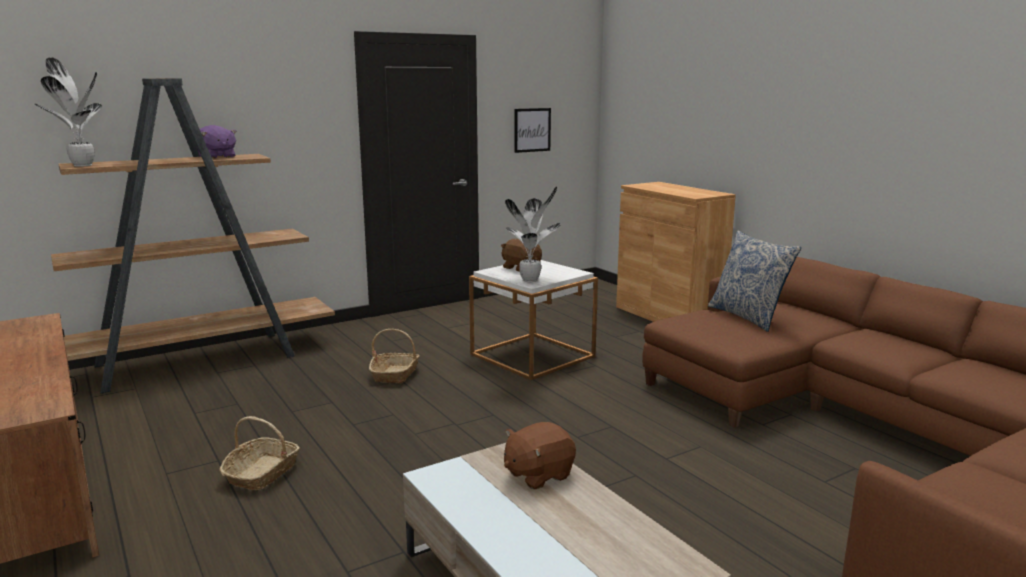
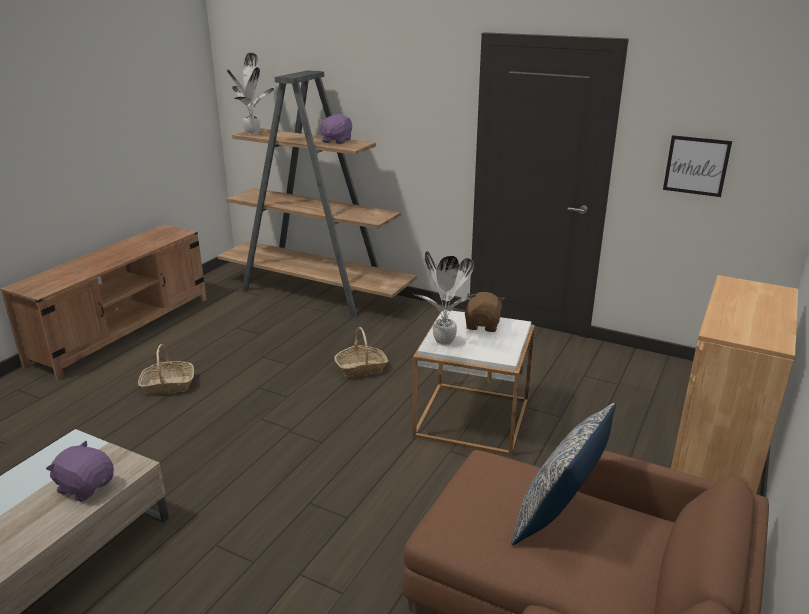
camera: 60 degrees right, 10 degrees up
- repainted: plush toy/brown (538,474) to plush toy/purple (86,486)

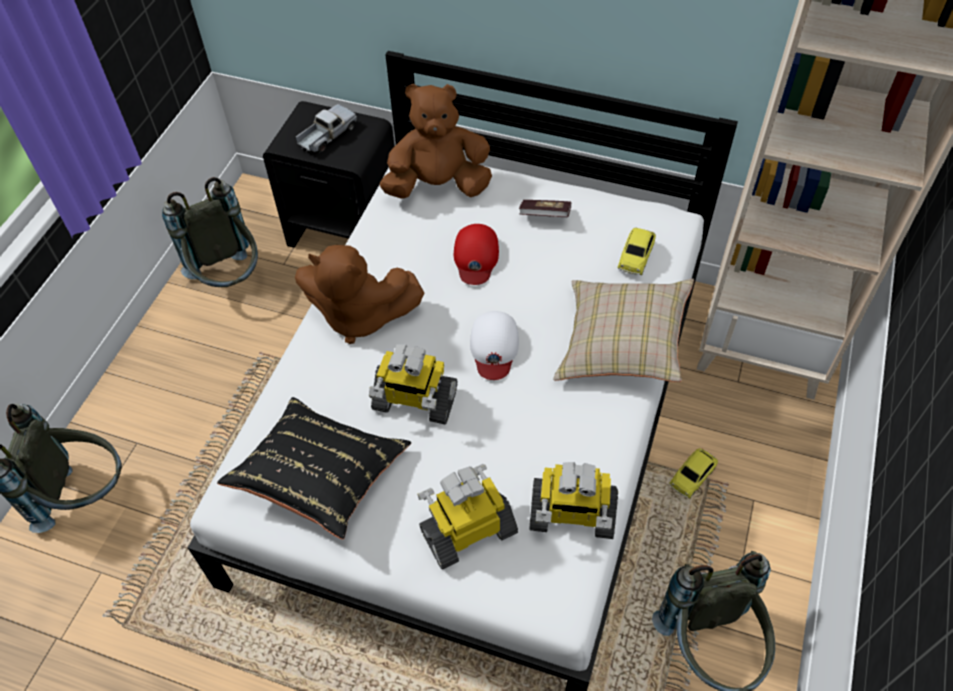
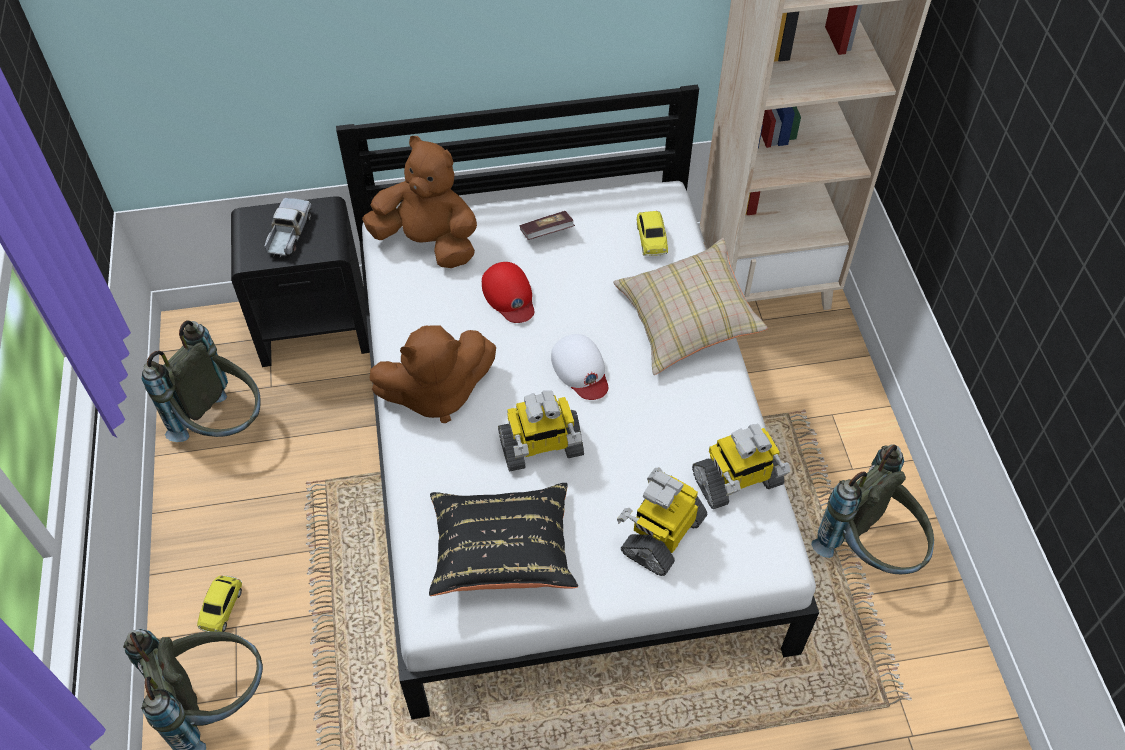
camera: 30 degrees left, 0 degrees up
- rotated: plush toy/brown (438,186) = (428,242) 60 degrees clockwise
- shifted: toy car (692,476) to (222,607)

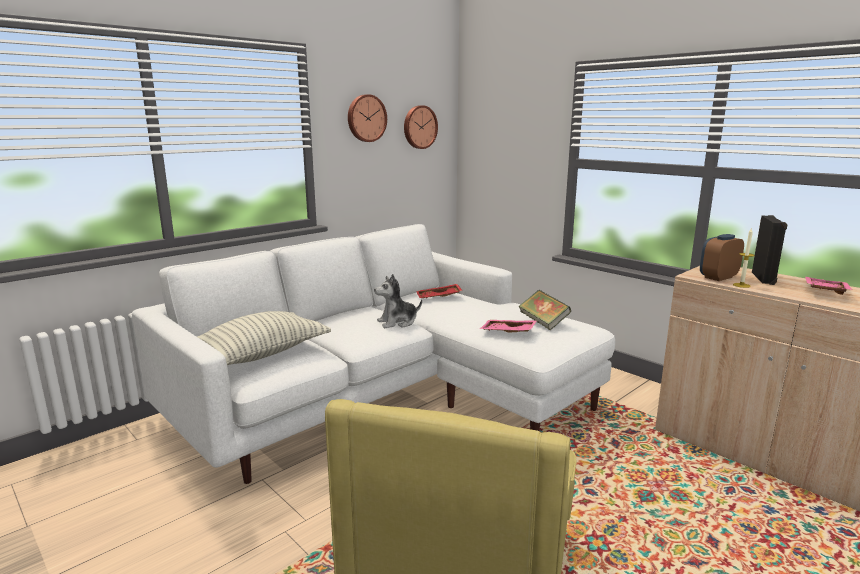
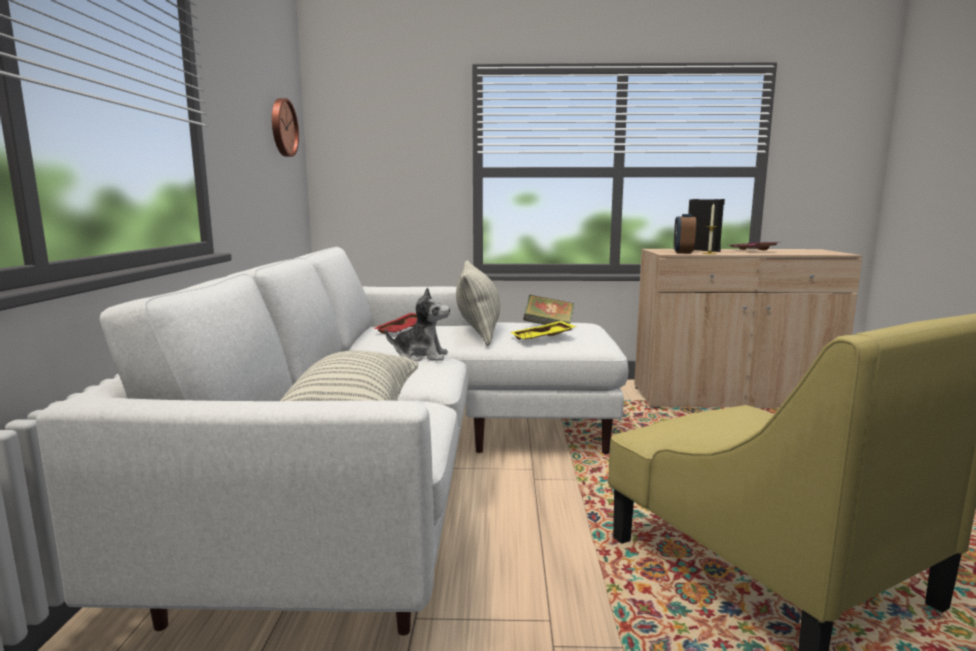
camera: 45 degrees left, 5 degrees down
- gone: wall clock (366,118)
- rotated: plush toy (397,322) = (421,356) 105 degrees counterclockwise
- repainted: tray/pink (507,332) to tray/yellow (543,338)
- new: pillow (478,331)

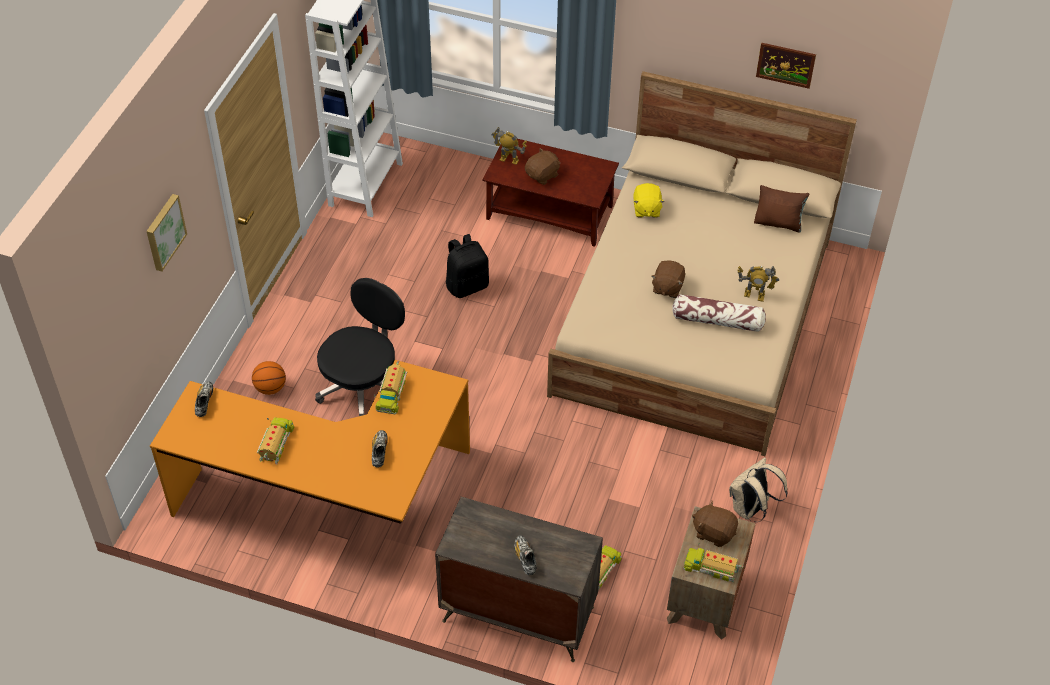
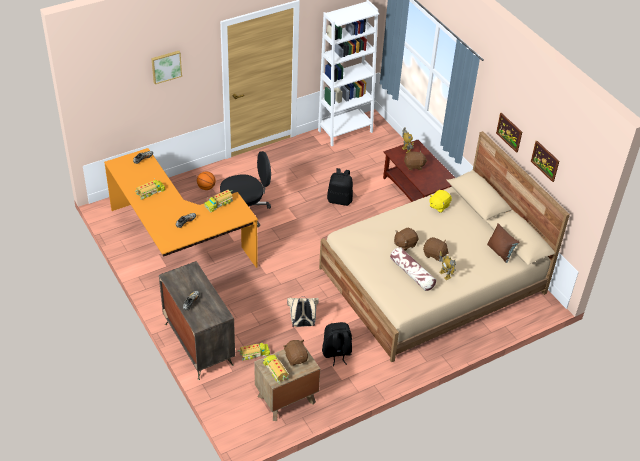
camera: 40 degrees right, 5 degrees down
- shifted: backpack/beige (750,509) to (302,324)
- new: picture (509,132)
- new: plush toy/brown (434,254)
- new: backpack/black (336,353)

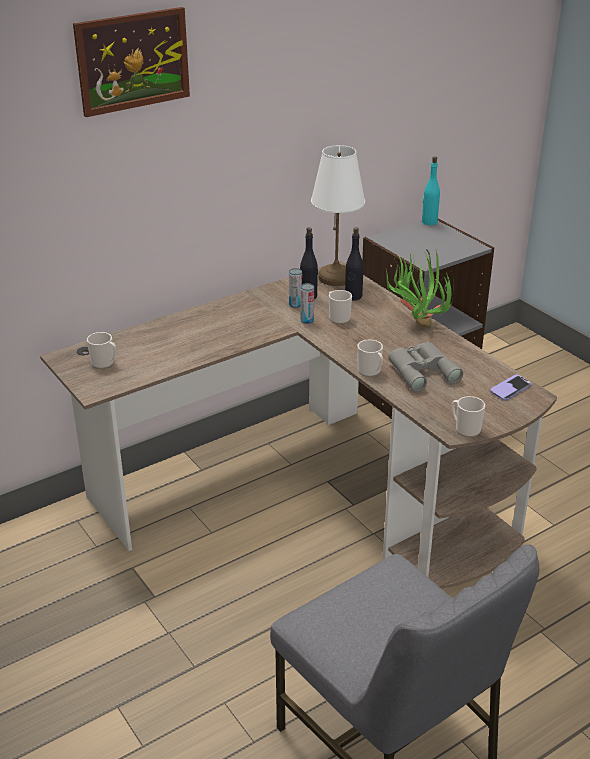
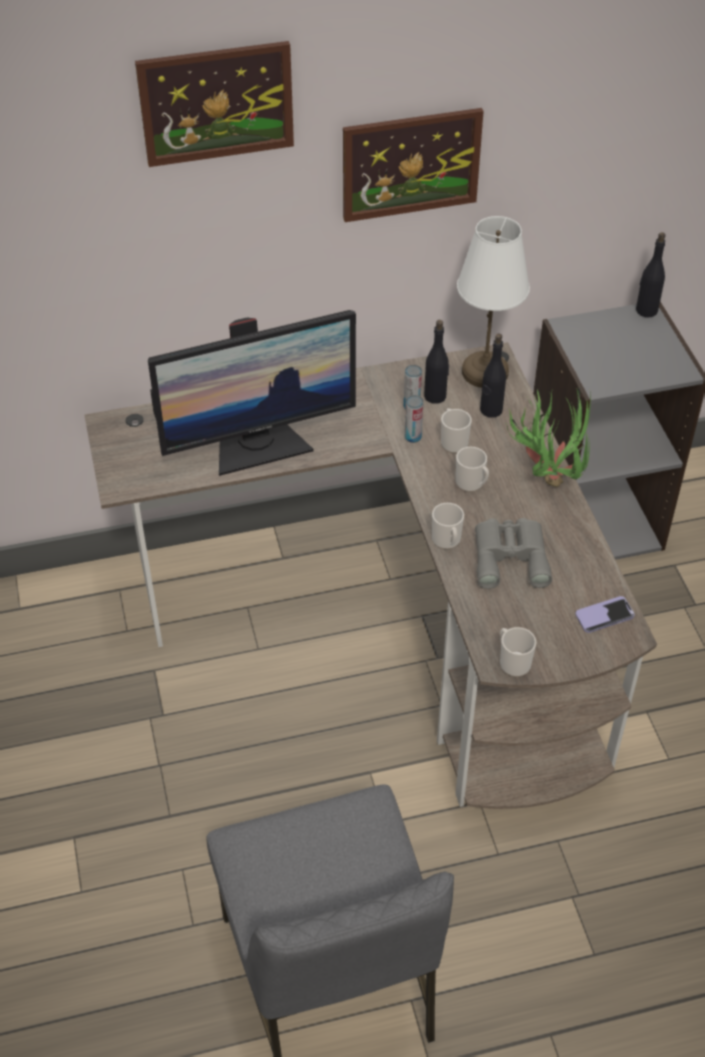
camera: 20 degrees right, 15 degrees up
- repainted: bottle/turquoise (429,222) to bottle/black (646,310)
- shifted: mug (104,363) to (472,484)
- new: picture (411,164)
- new: monitor (258,446)

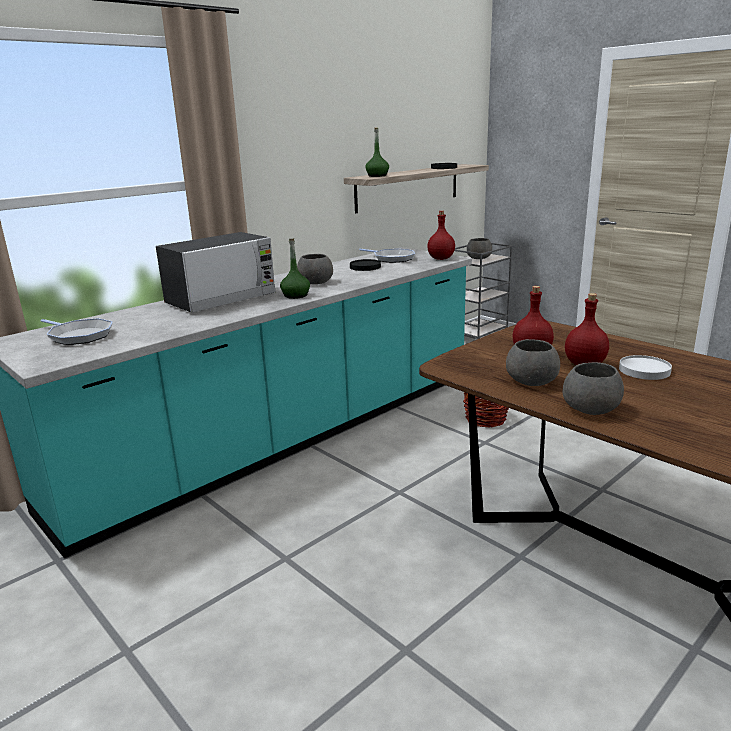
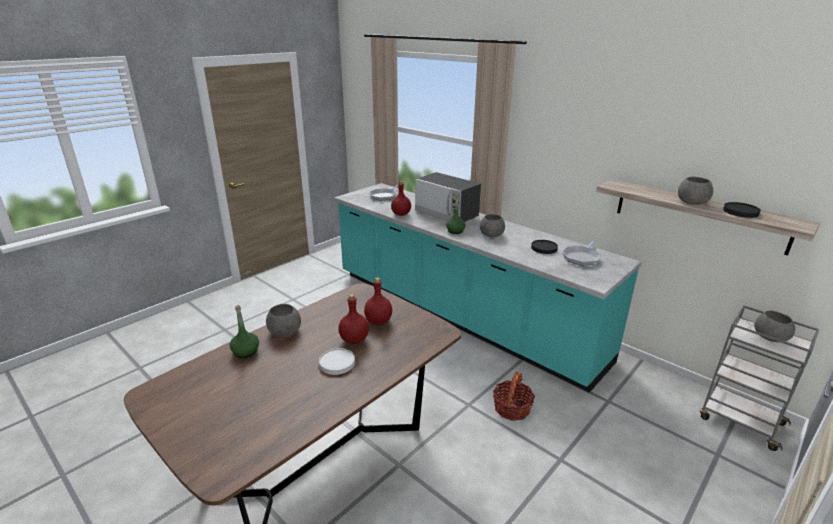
camera: 85 degrees right, 5 degrees up
- shifted: bottle/green (377,175) to (245,352)
- shifted: bottle/red (440,258) to (401,214)
- shifted: bowl/grey (532,381) to (692,202)

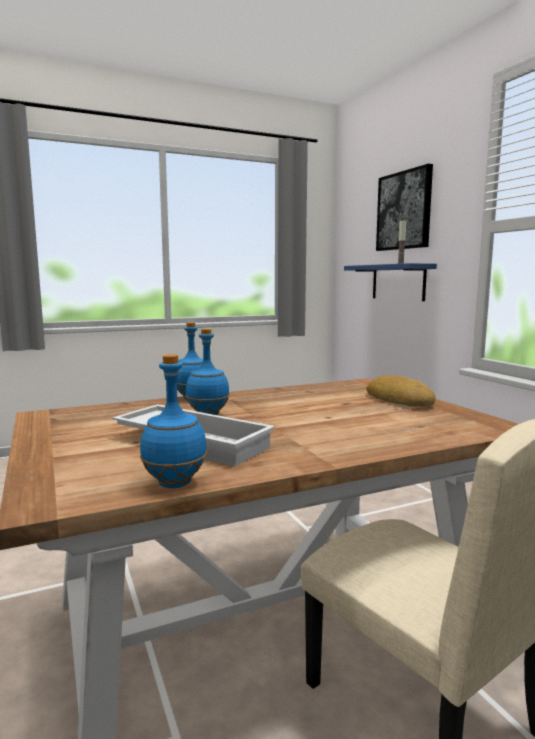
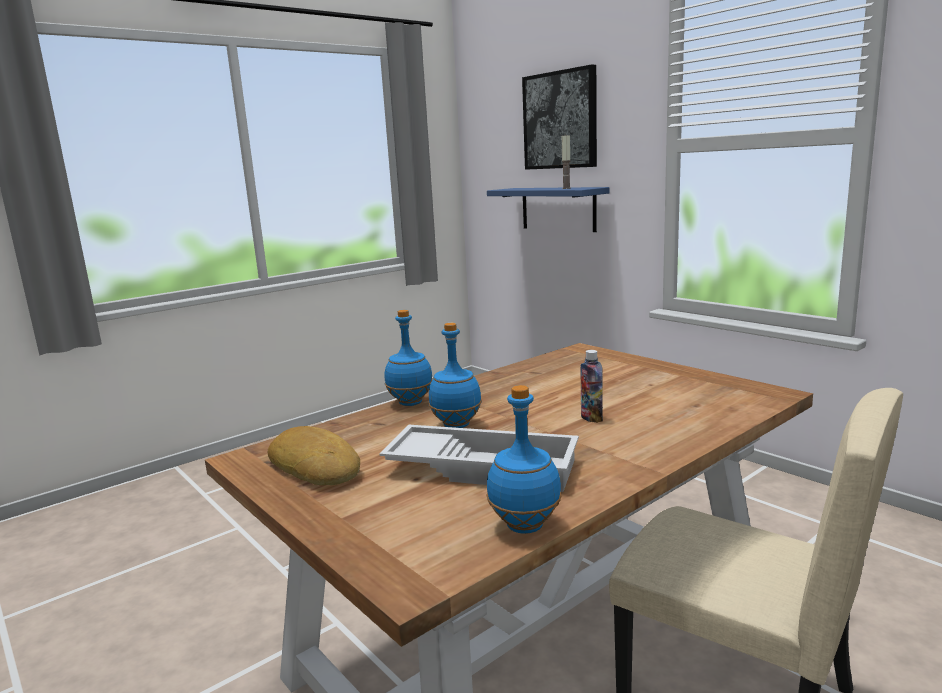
camera: 15 degrees left, 5 degrees up
- shifted: bread (400,399) to (317,466)
- new: bottle (591,418)

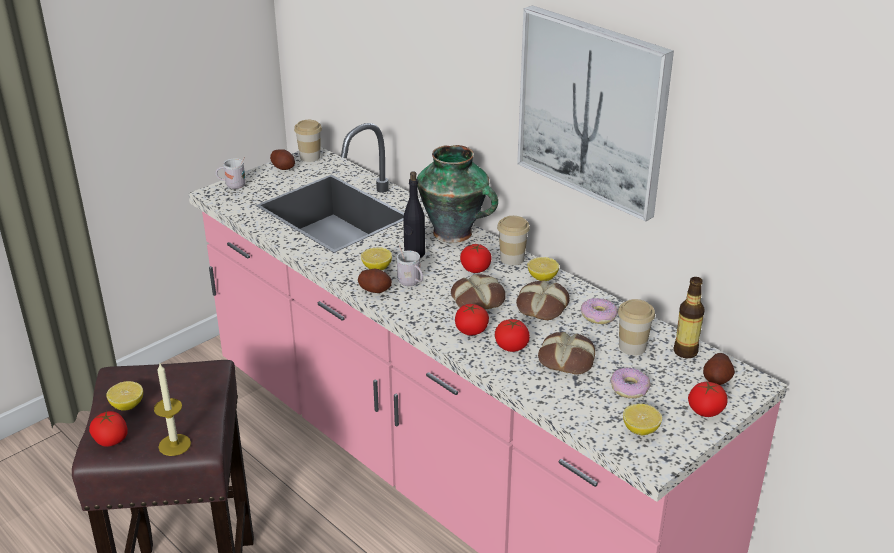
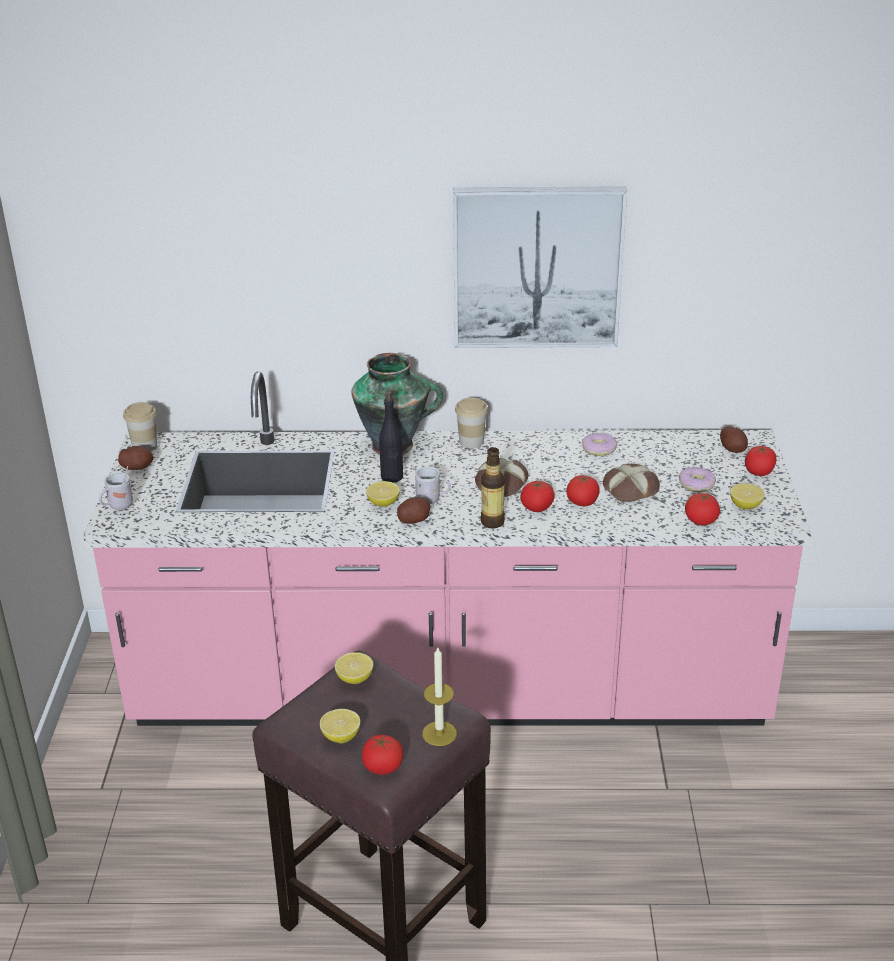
camera: 45 degrees left, 0 degrees up
- shifted: tomato (475,269) to (701,521)
- shifted: lemon (542,278) to (354,678)
- shifted: bottle (685,352) to (492,522)
- gone: bread (541,306)
- gone: cup (632,347)

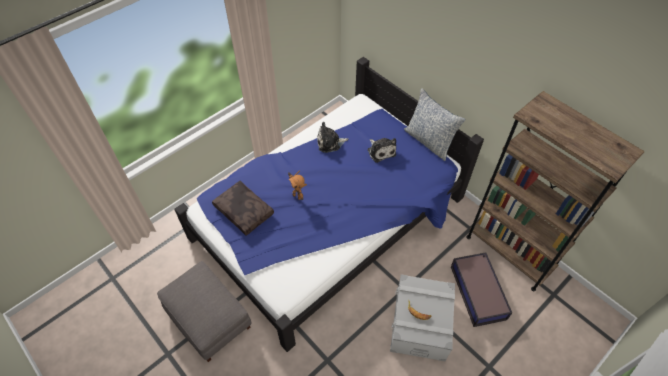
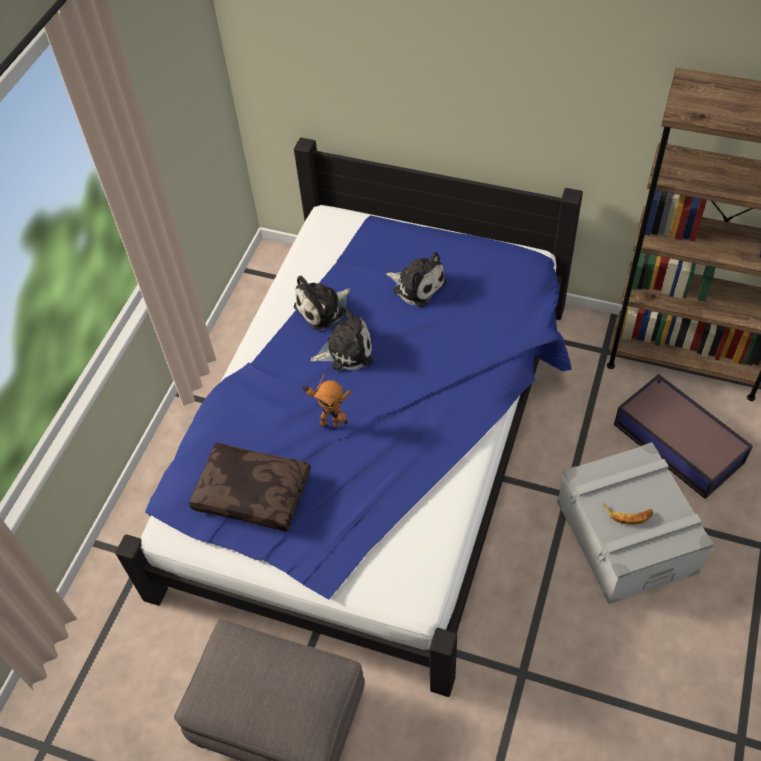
camera: 25 degrees left, 0 degrees up
- gone: pillow (429,141)
- new: plush toy (346,351)

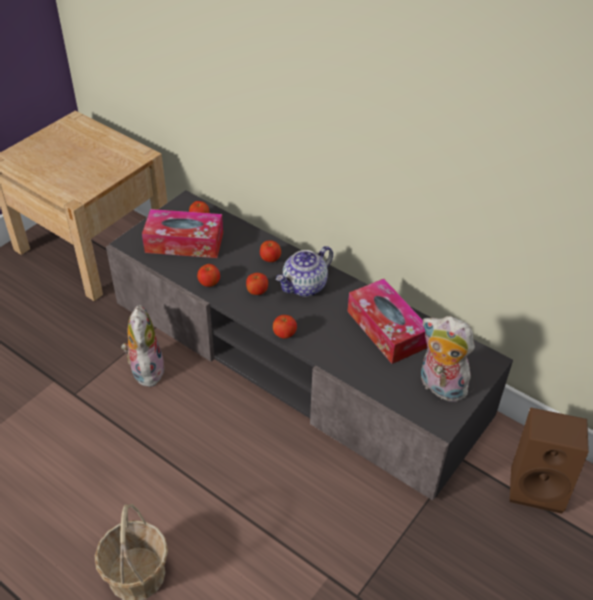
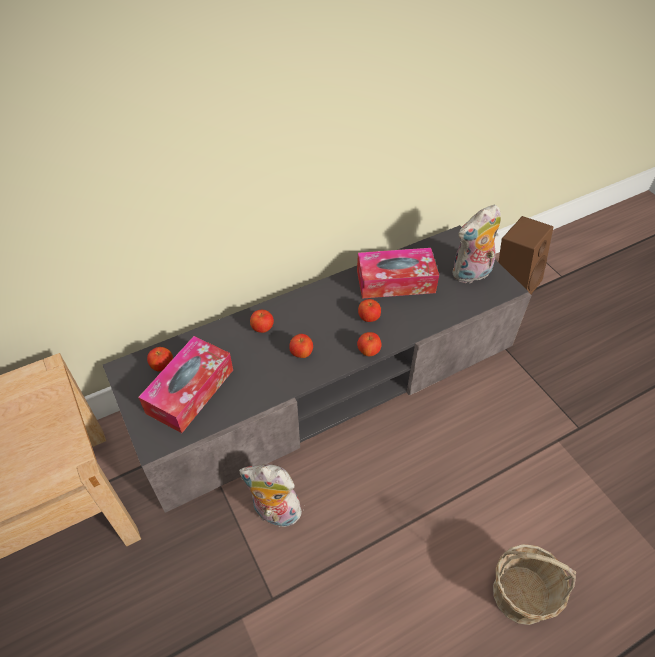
camera: 65 degrees left, 5 degrees up
- gone: teapot (304,286)
- shifted: apple (209,283) to (369,318)

